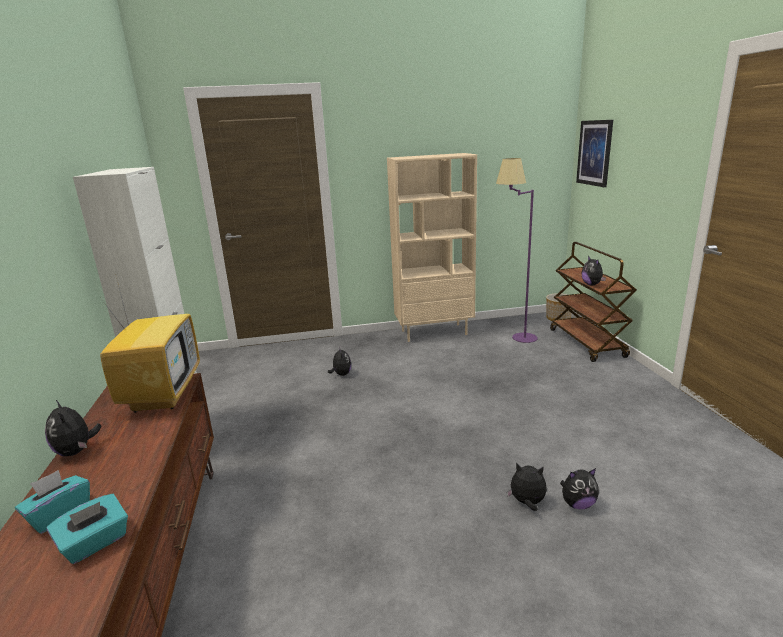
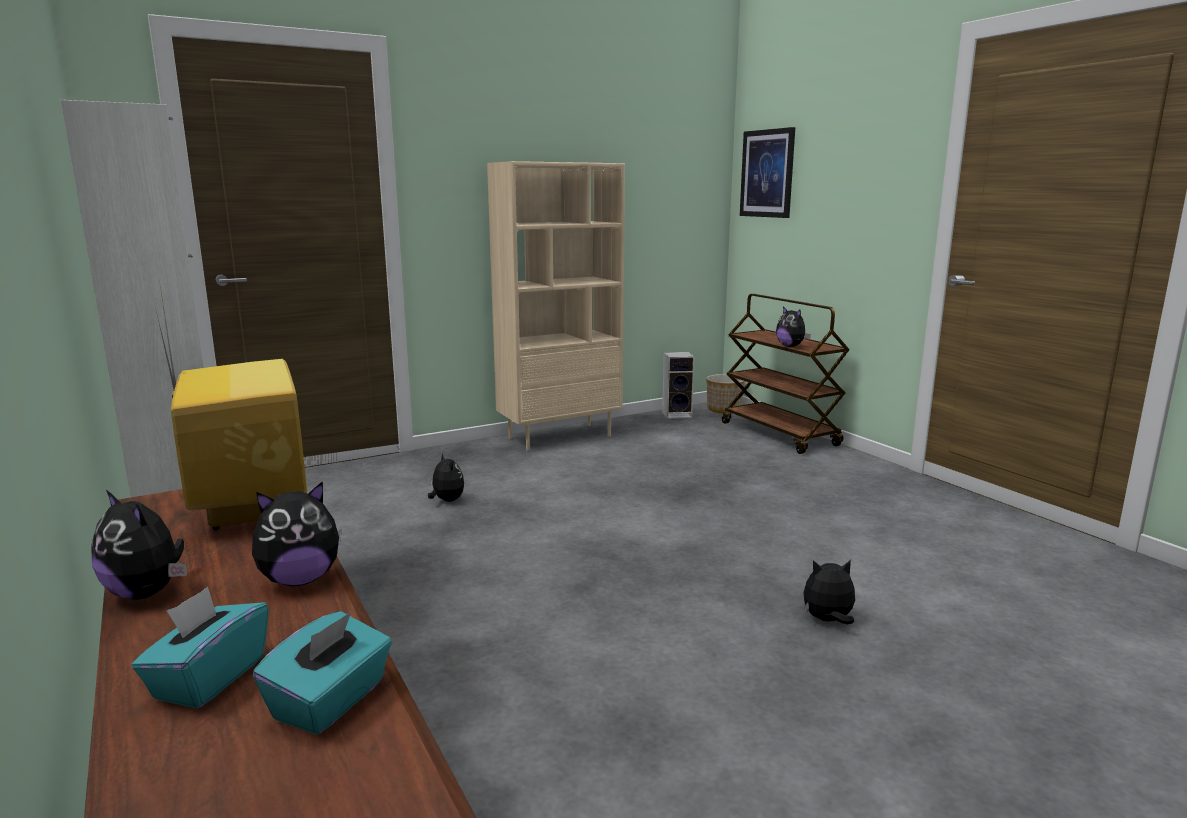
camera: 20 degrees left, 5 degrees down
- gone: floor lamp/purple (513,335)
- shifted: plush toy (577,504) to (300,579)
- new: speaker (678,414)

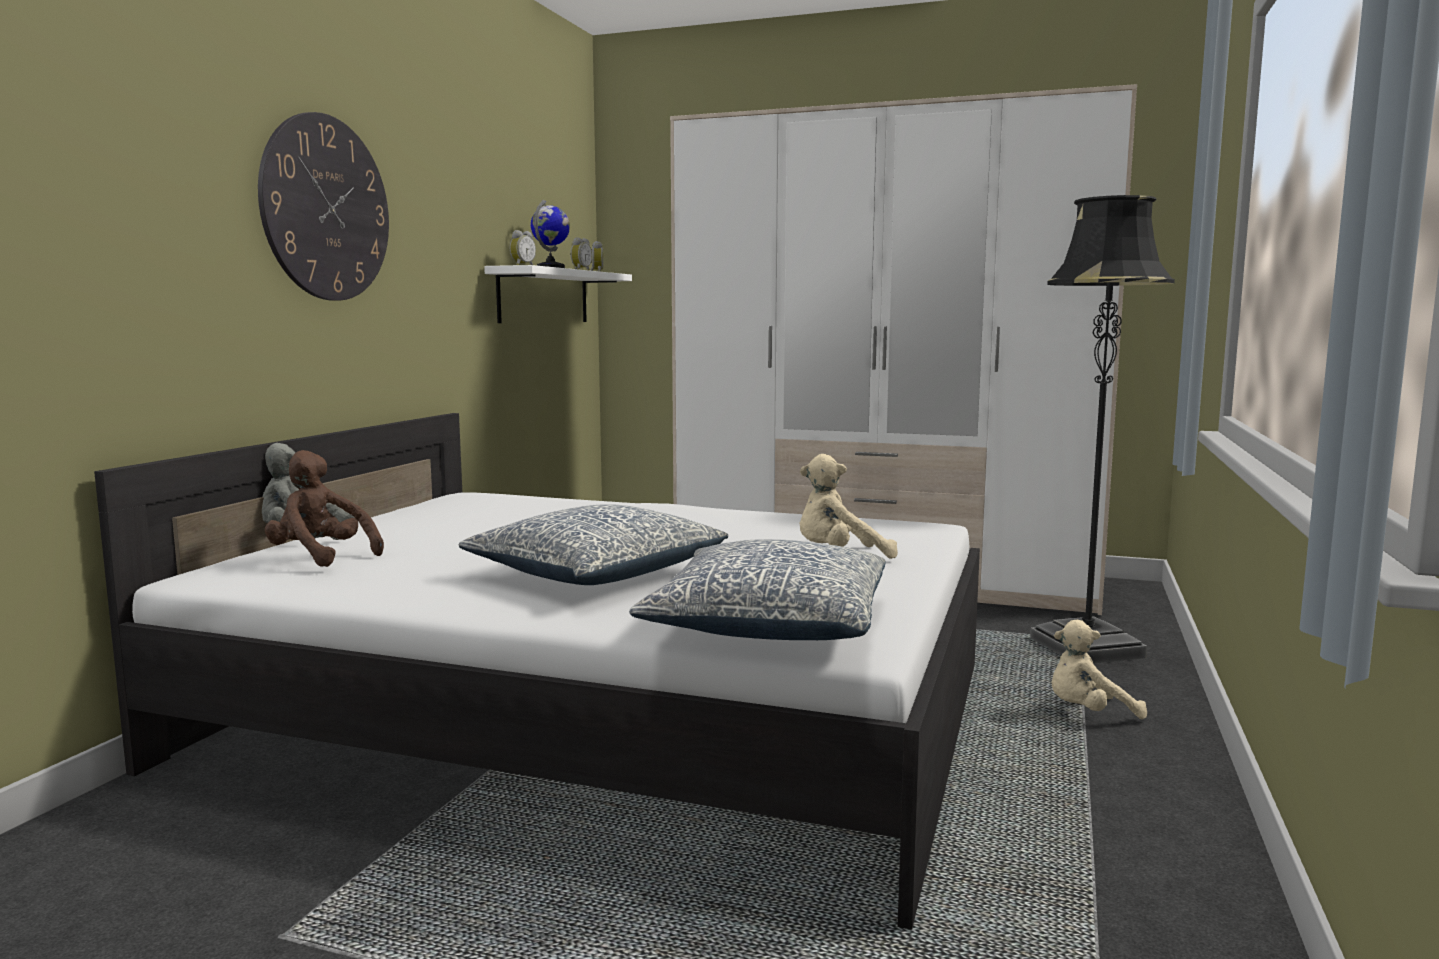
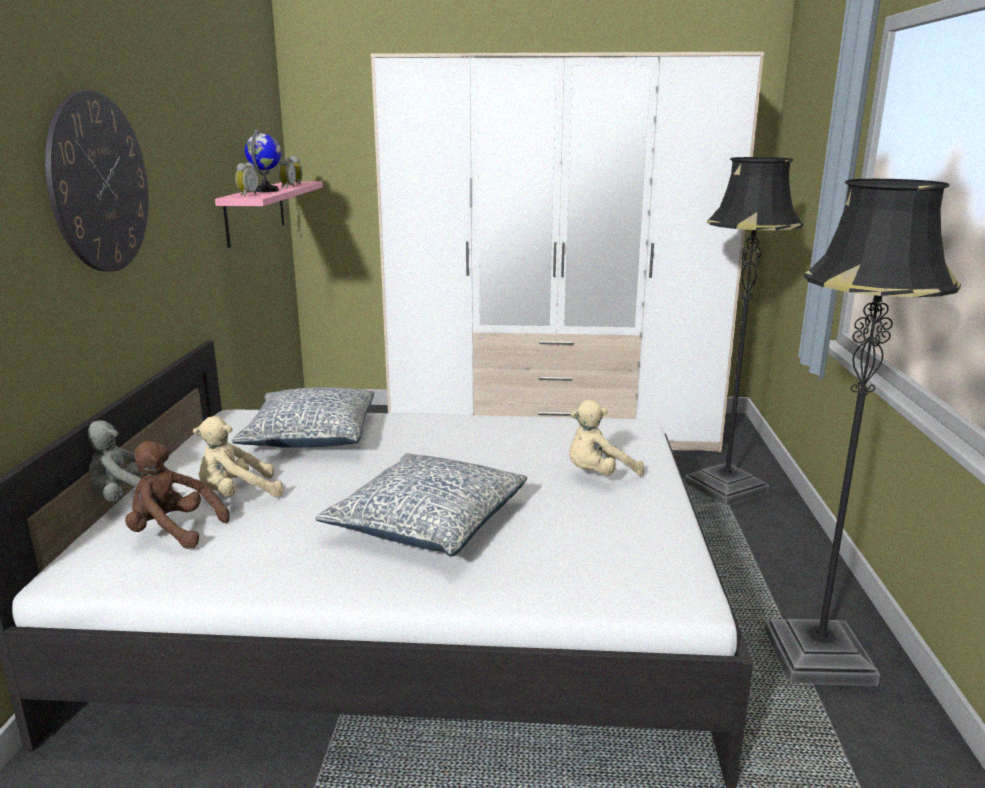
camera: 15 degrees left, 10 degrees up
- repainted: shelf/white (544,296) to shelf/pink (255,212)
- shifted: pillow (769,623) to (310,435)
- shifted: plush toy/beige (1088,713) to (237,495)
- new: floor lamp/black (817,656)

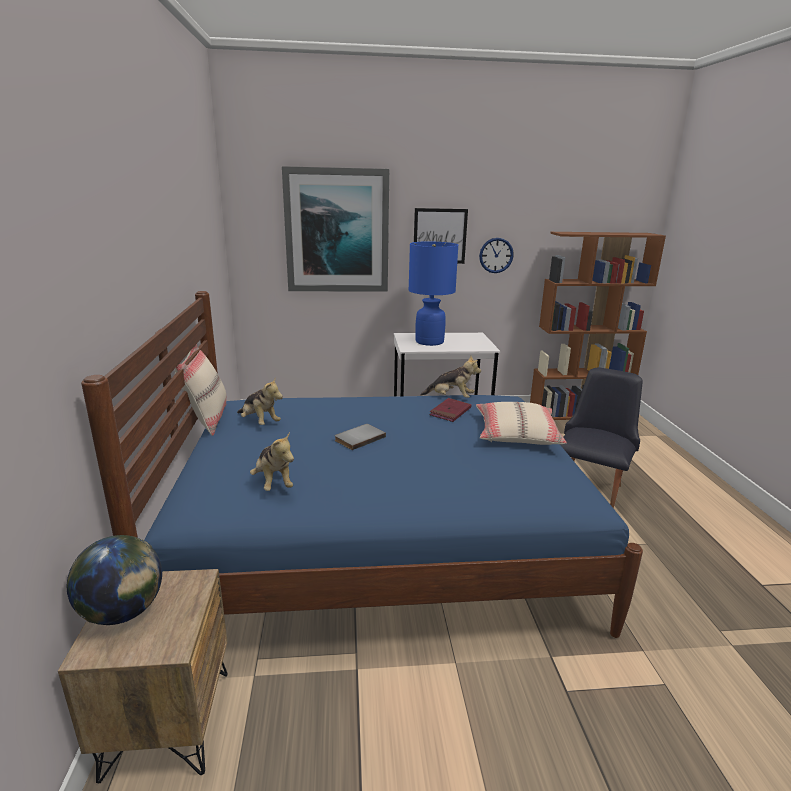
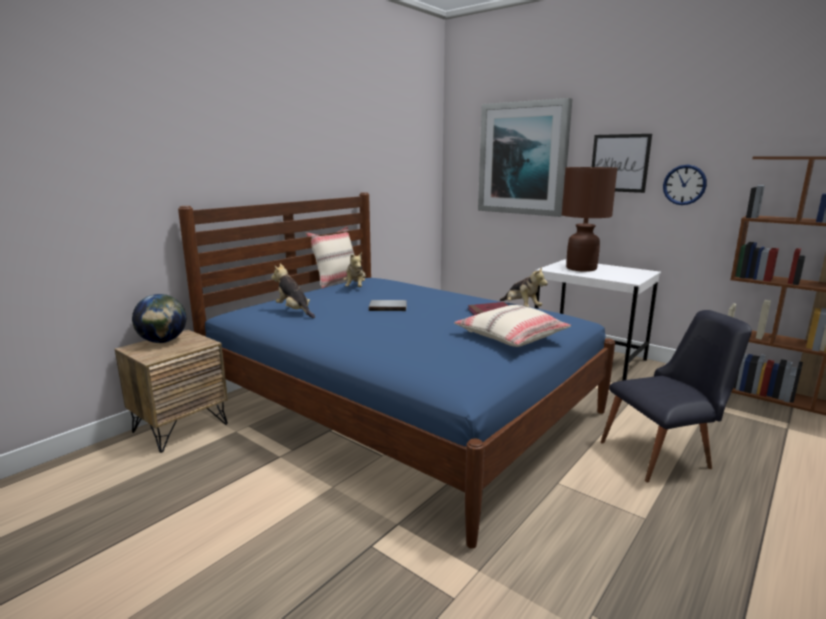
camera: 45 degrees right, 5 degrees down
- repainted: table lamp/blue (429,342) to table lamp/brown (581,268)
- rotated: plush toy (273,483) = (294,311) 120 degrees clockwise

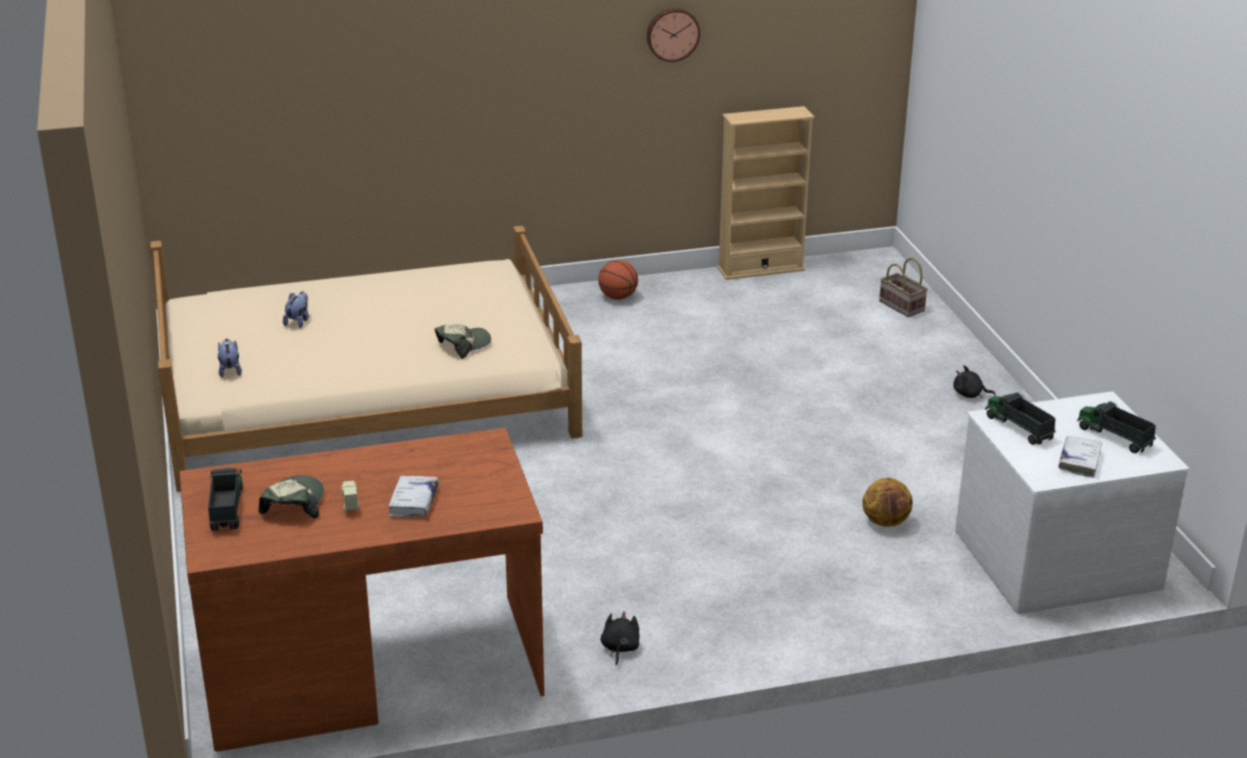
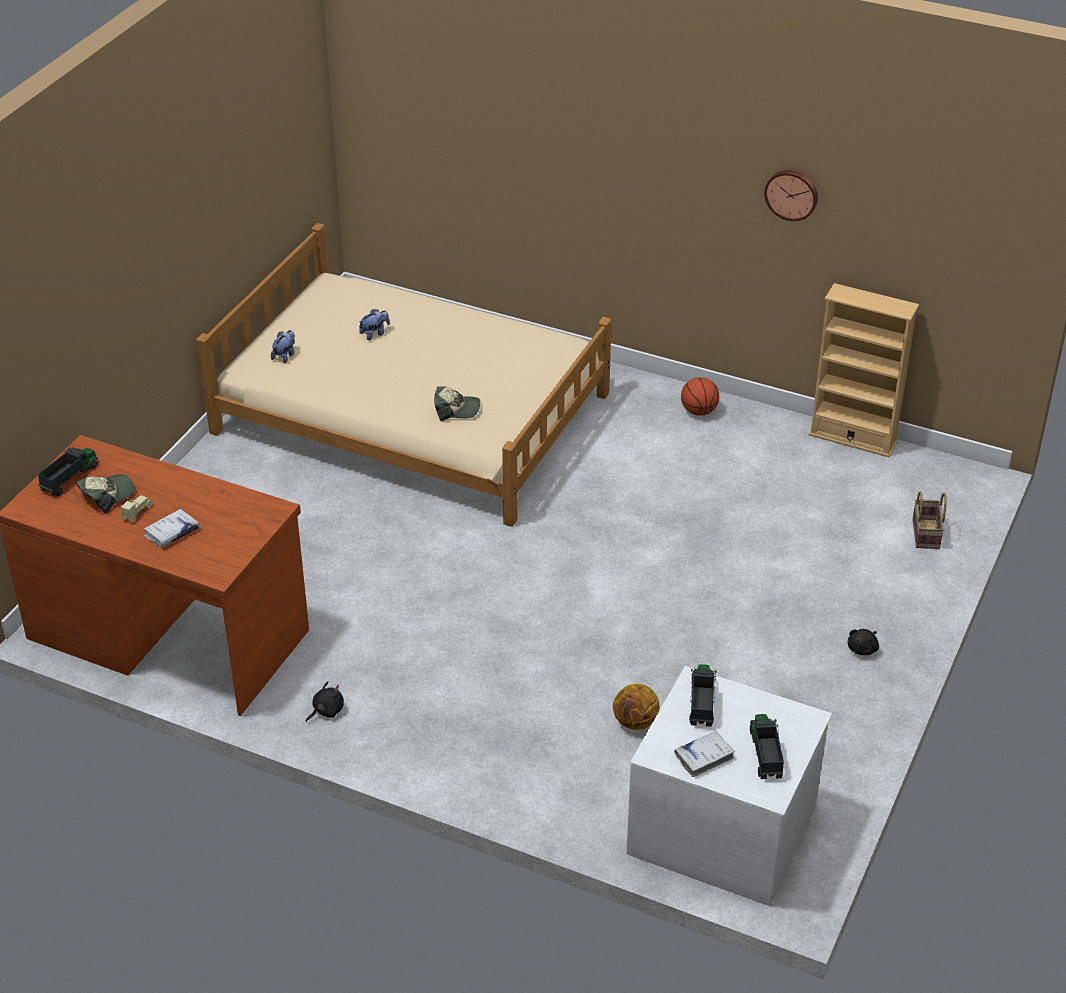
camera: 40 degrees right, 10 degrees up
- rotated: plush toy/black (969,394) = (863,649) 105 degrees counterclockwise

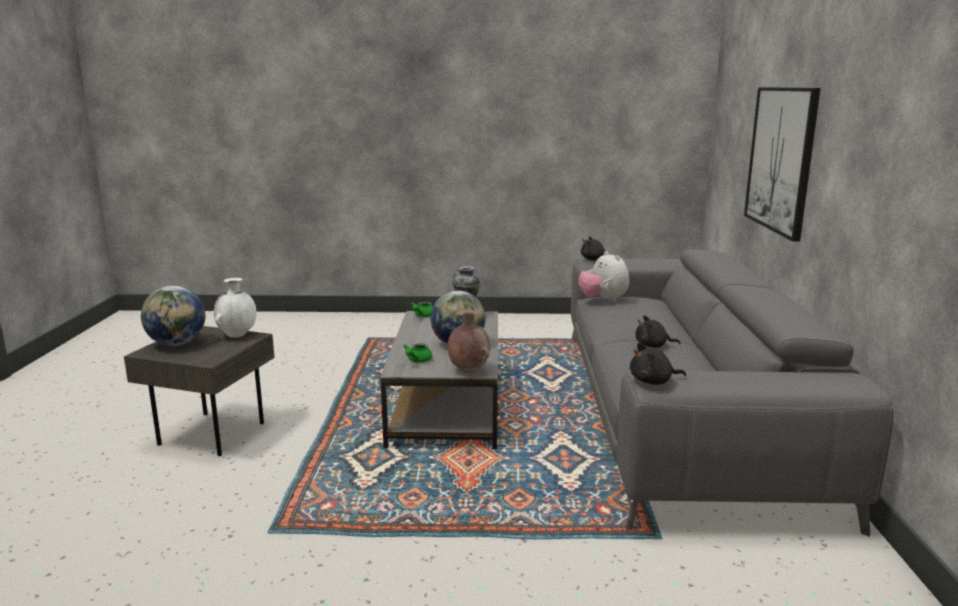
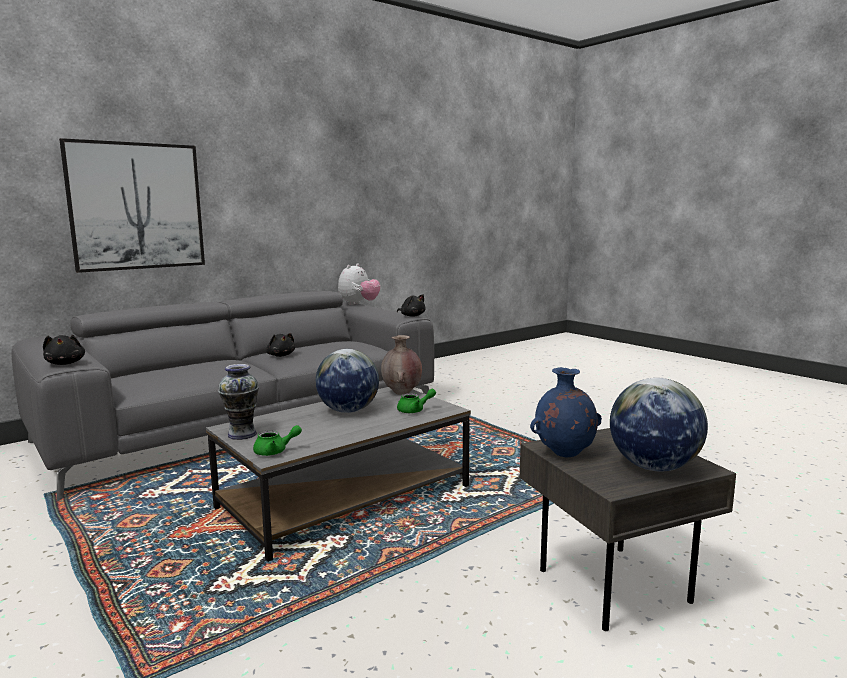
camera: 130 degrees left, 5 degrees down
- shifted: plush toy (603,300) to (359,304)
- repainted: vase/white (237,335) to vase/blue (564,454)

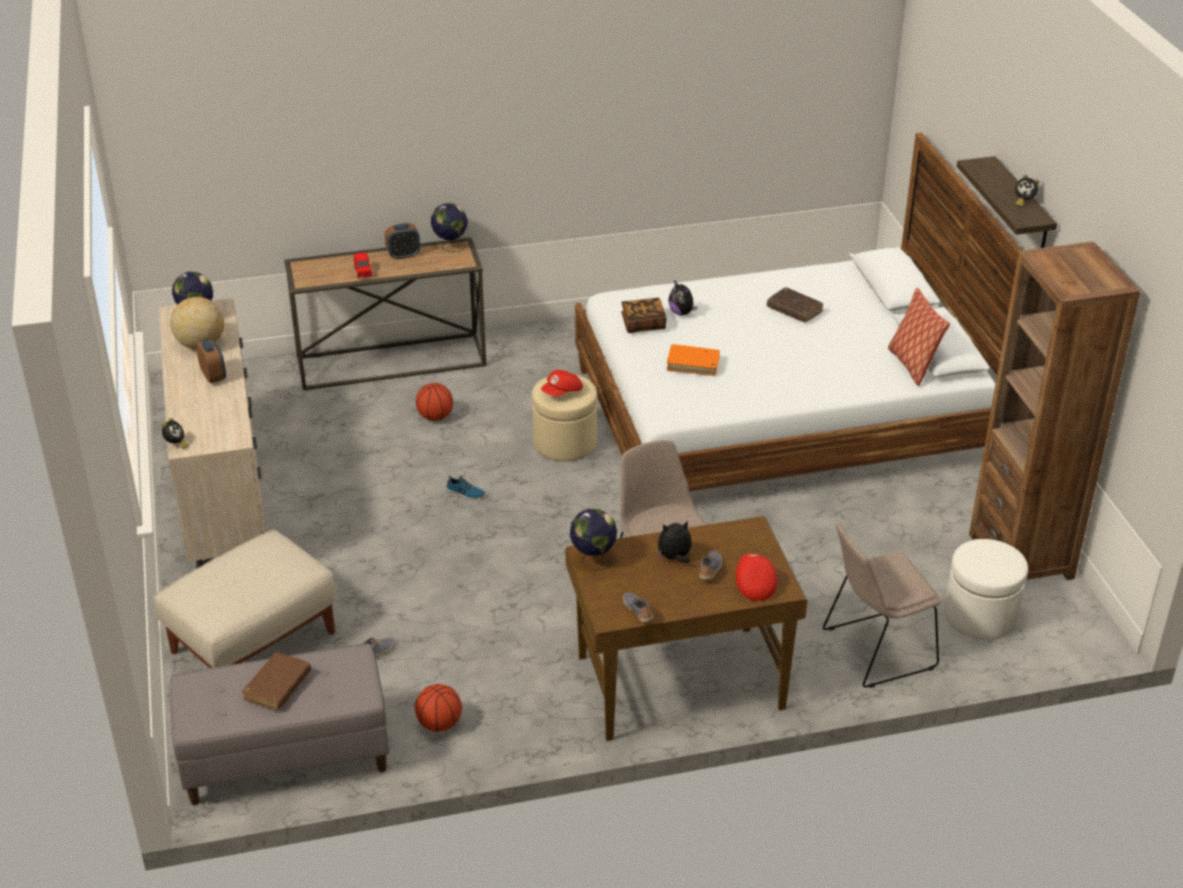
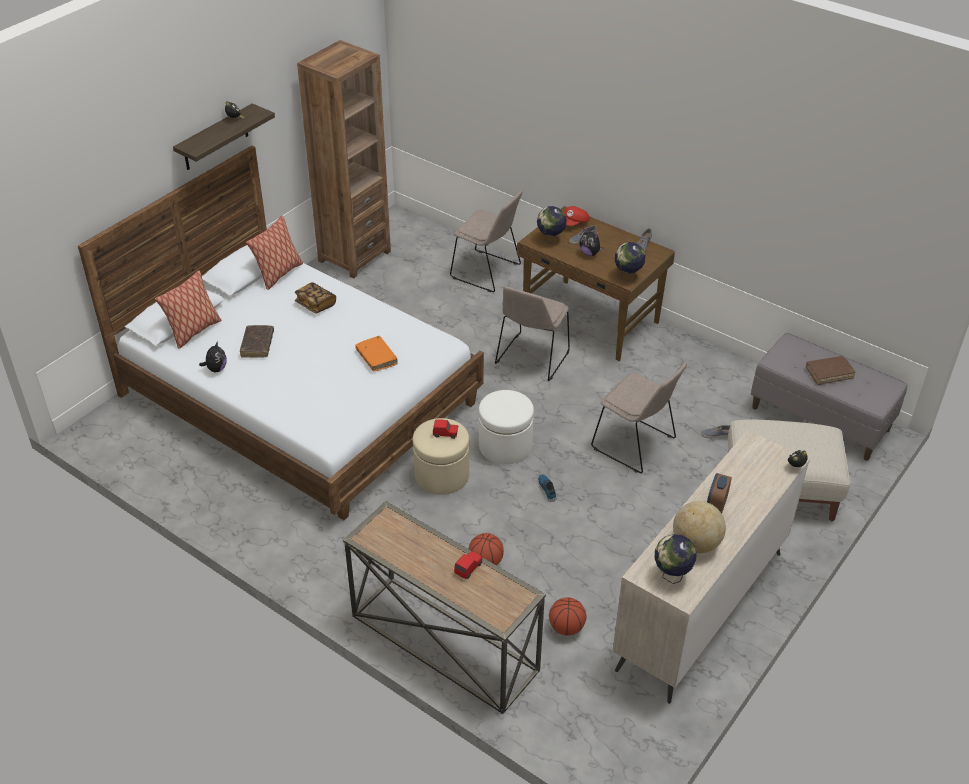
camera: 130 degrees left, 5 degrees up
- shifted: globe (450,246) to (550,240)
- gone: alarm clock (403,255)
- shifted: plush toy (682,313) to (216,369)
- shifted: book (643,324) to (316,304)
- swapped: cap/red (562,392) to toy car/red (445,433)
- shifted: ottoman/white (980,616) to (505,446)
- shifted: basketball (439,724) to (566,627)
- new: pillow (194,331)
- new: chair/beige (636,445)

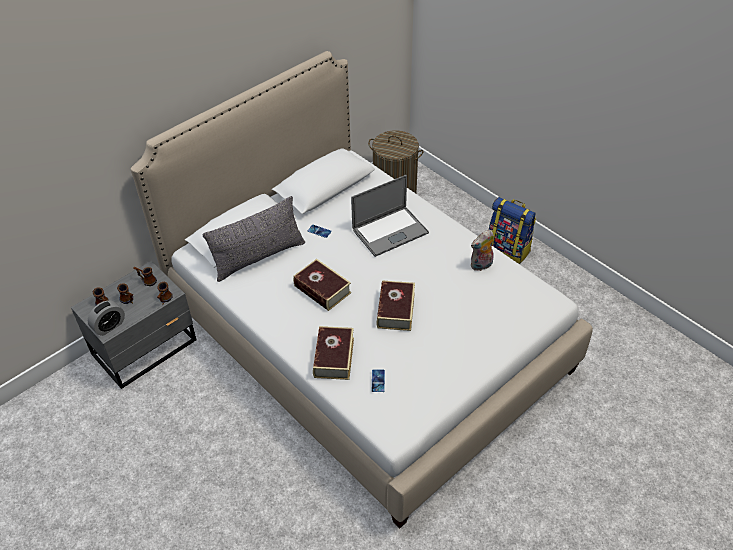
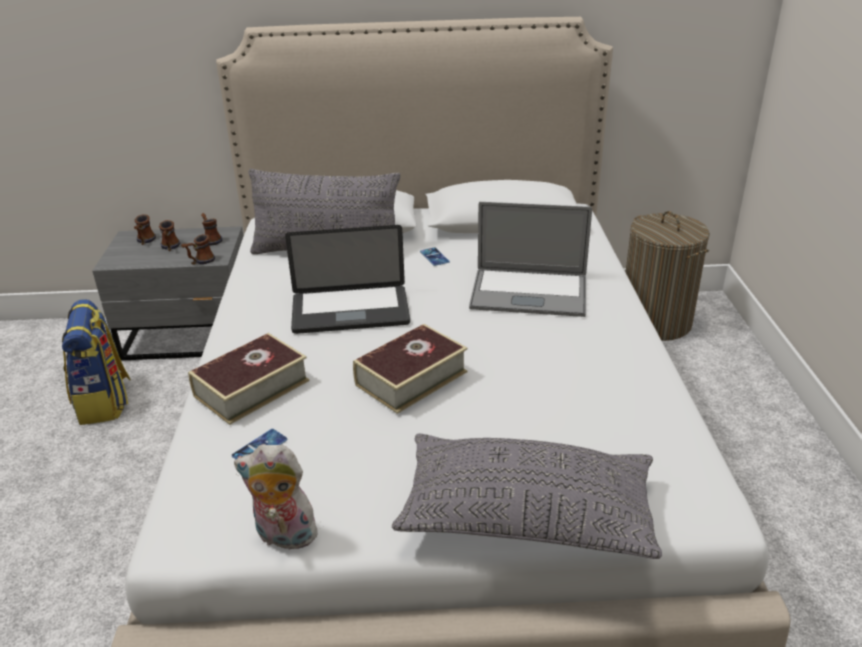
camera: 40 degrees right, 15 degrees down
- shifted: backpack (508,249) to (105,402)
- shifted: plush toy (481,266) to (283,537)
- swapped: book (322,289) to laptop (350,311)
- gone: alarm clock (109,326)
- new: pillow/grey (526,515)

